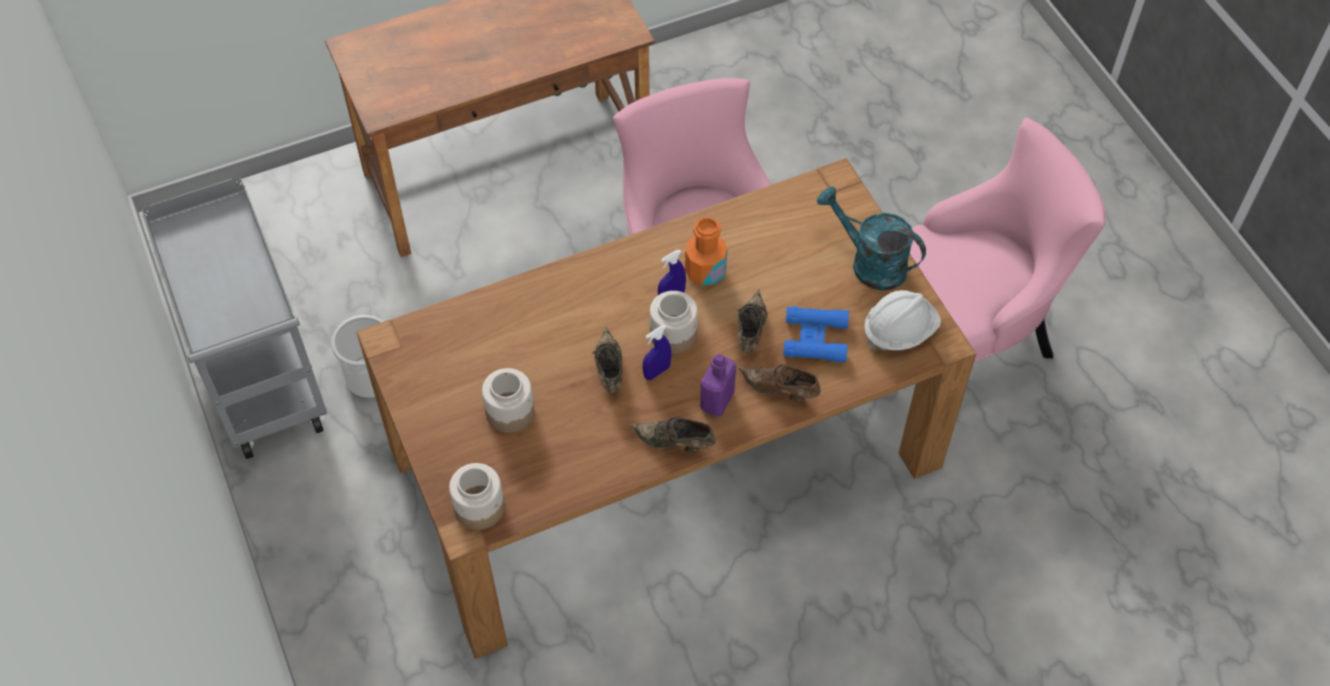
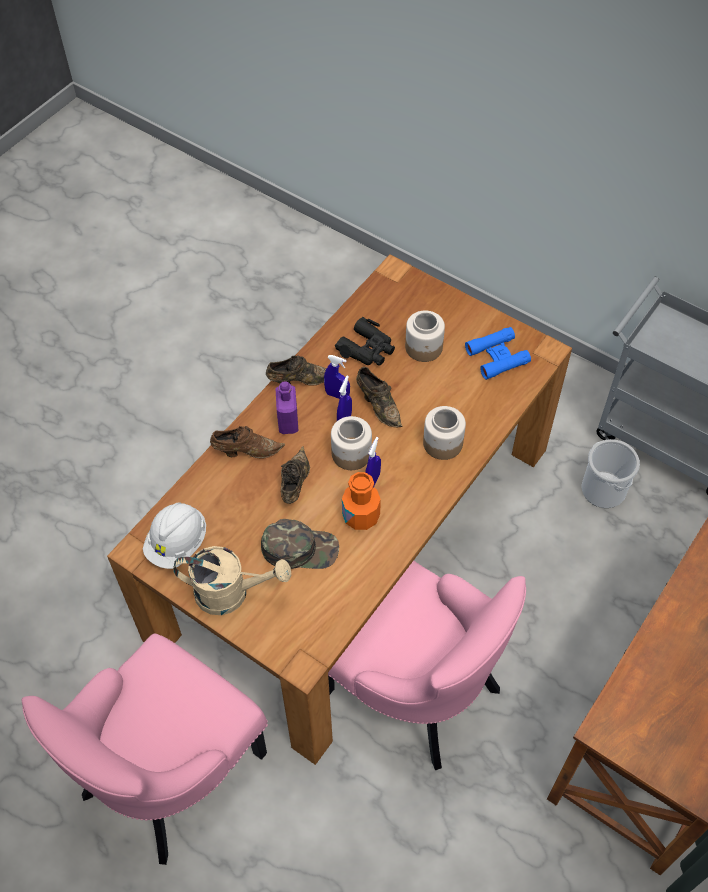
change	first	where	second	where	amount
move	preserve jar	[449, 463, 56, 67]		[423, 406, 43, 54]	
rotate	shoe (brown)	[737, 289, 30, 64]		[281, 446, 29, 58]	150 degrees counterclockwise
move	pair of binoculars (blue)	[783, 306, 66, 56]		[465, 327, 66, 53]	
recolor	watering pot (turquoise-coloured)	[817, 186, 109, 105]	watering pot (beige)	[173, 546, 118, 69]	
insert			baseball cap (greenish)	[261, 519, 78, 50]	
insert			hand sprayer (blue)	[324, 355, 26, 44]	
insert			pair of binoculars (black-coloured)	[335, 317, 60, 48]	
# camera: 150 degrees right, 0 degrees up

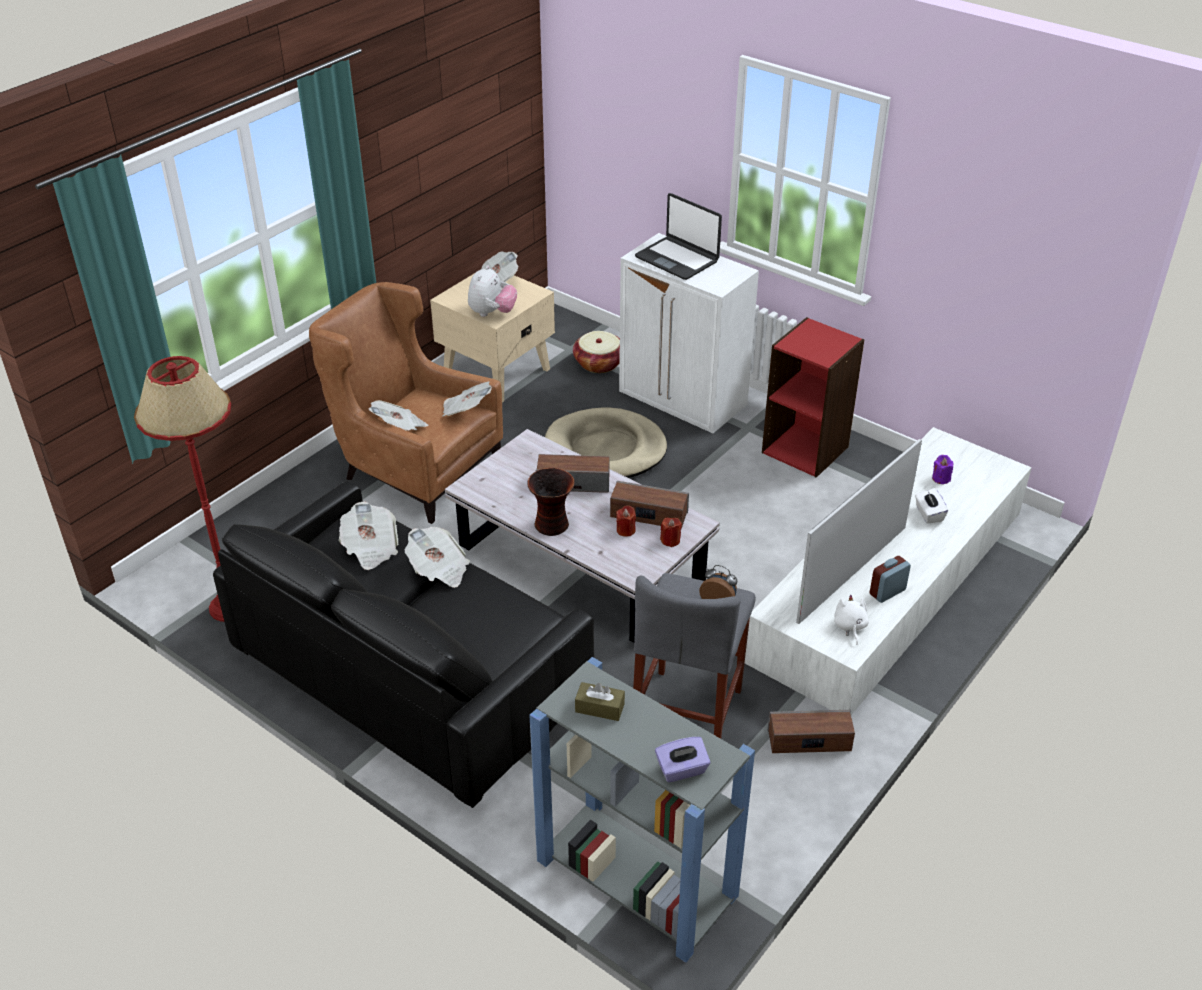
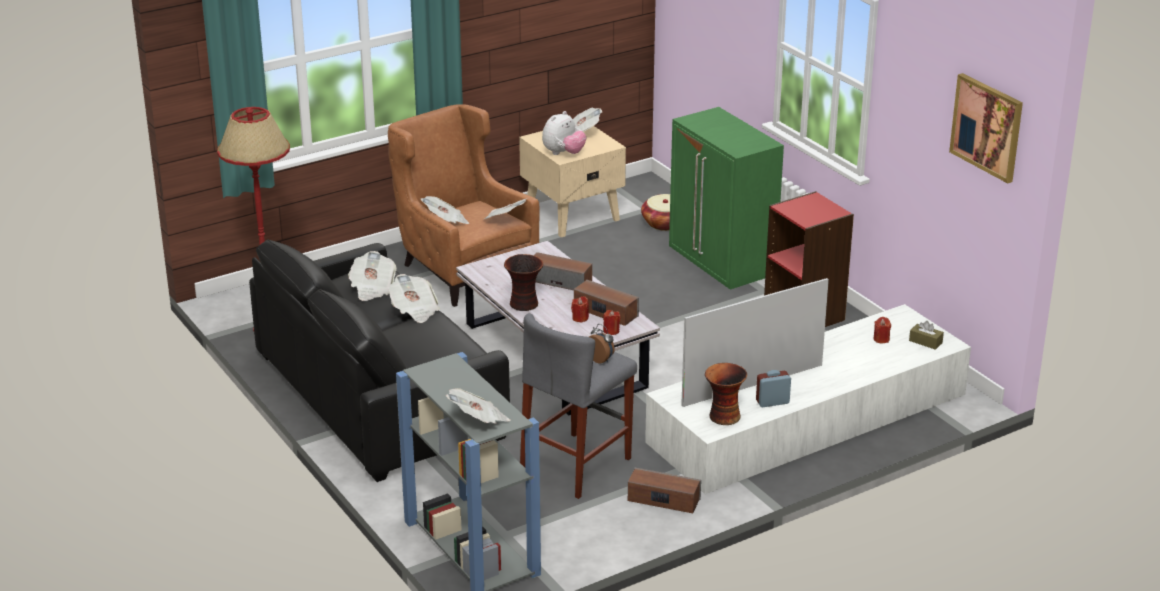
change	first	where	second	where	amount
delete	dog bed (beige)	[545, 407, 122, 71]			
move	box of tissues (brown)	[575, 682, 50, 39]		[909, 321, 35, 29]	
recolor	cabinet (white-coloured)	[619, 233, 140, 200]	cabinet (greenish)	[669, 107, 115, 183]	
delete	portable computer	[635, 193, 87, 87]			
replace	box of tissues (purple-coloured)	[655, 737, 56, 45]	printed paper	[445, 388, 66, 36]	
replace	plush toy (white-coloured)	[834, 594, 35, 50]	vase	[705, 363, 42, 62]	
delete	box of tissues (white-coloured)	[915, 488, 33, 36]			
recolor	wax light (purple-coloured)	[932, 455, 21, 29]	wax light (red)	[873, 317, 18, 26]	
insert			picture	[949, 73, 74, 110]	
# camera: 20 degrees right, 10 degrees down

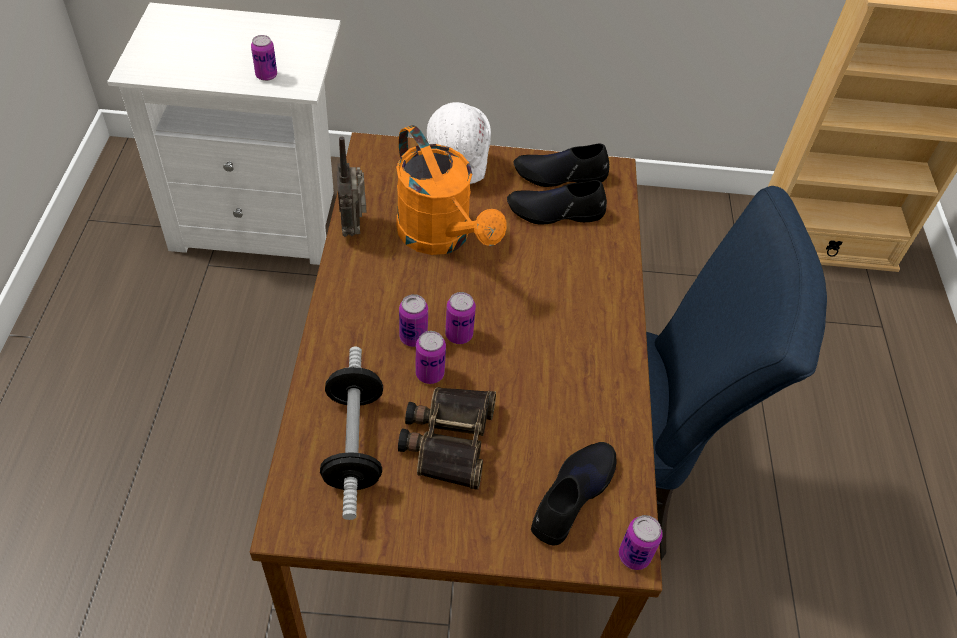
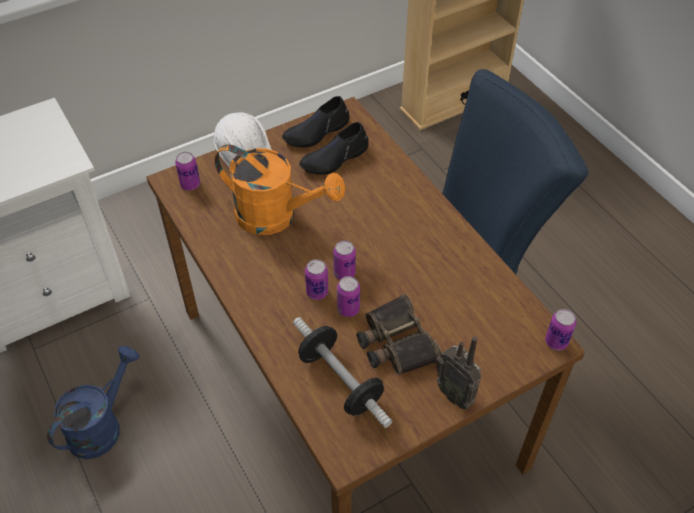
change	first	where	second	where	amount
move	sealed can	[251, 35, 26, 46]		[175, 152, 25, 38]	
move	radio receiver	[337, 137, 29, 100]		[435, 337, 47, 72]	
delete	shoe (black-coloured)	[531, 442, 85, 103]			
insert			watering pot (blue)	[47, 346, 92, 113]	
# camera: 30 degrees left, 0 degrees up

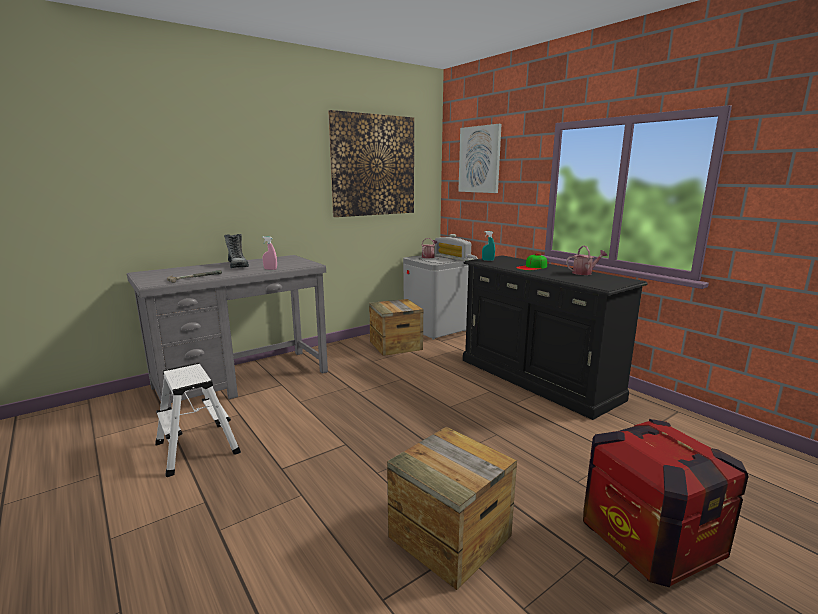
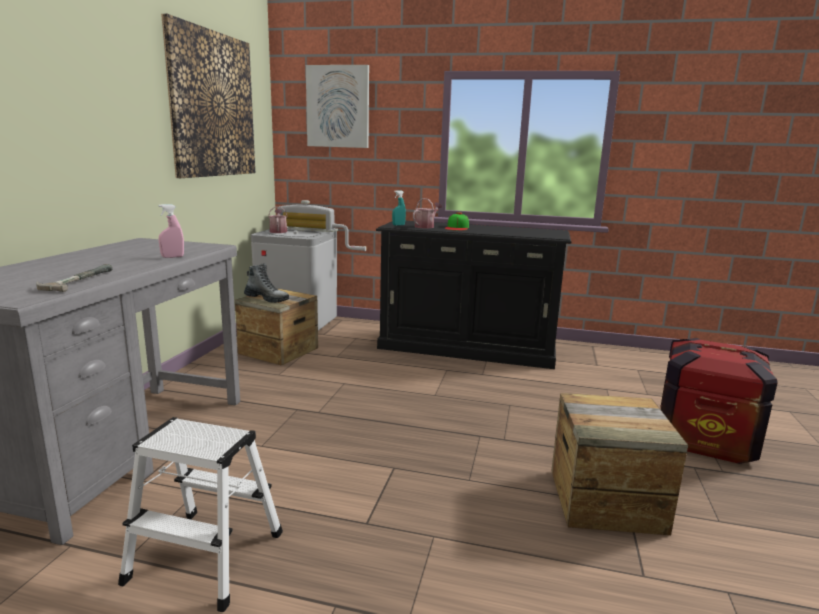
change	first	where	second	where	amount
move	tall boot	[224, 234, 25, 34]		[244, 263, 45, 40]	
move	watering pot	[566, 245, 42, 30]		[413, 198, 29, 31]	
# camera: 40 degrees left, 0 degrees up

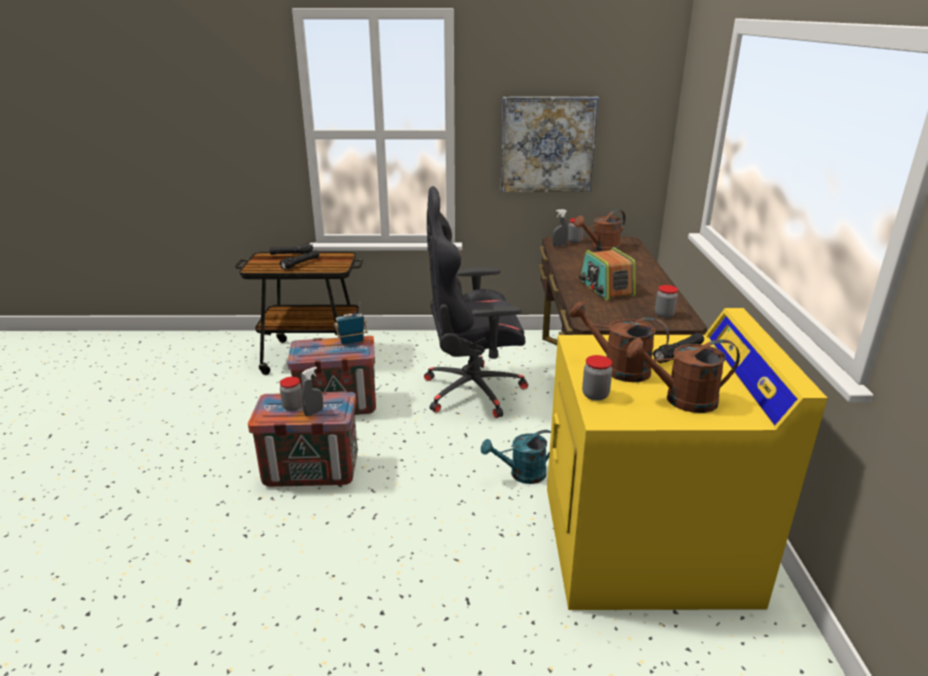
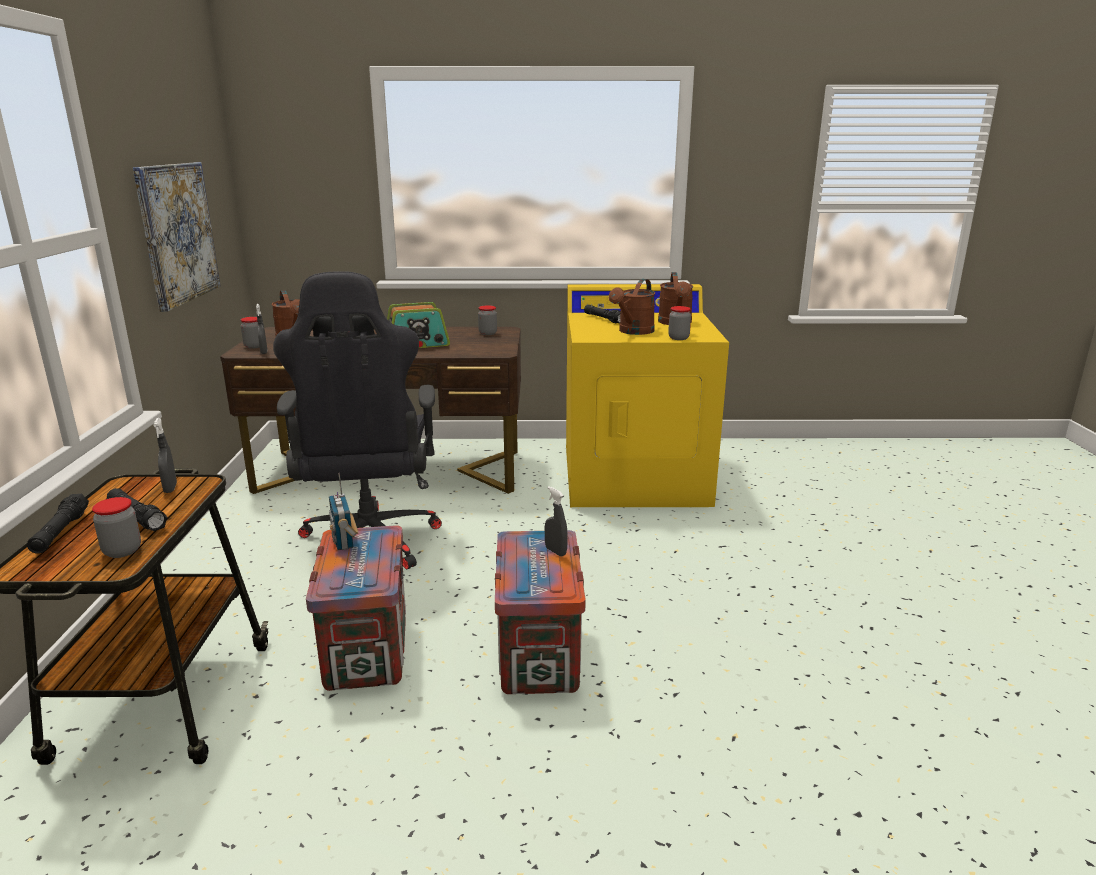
change	first	where	second	where	amount
move	preserve jar	[280, 377, 22, 34]		[92, 497, 49, 61]	
delete	watering pot (turquoise-coloured)	[481, 430, 70, 54]			
insert			hand sprayer (gray)	[153, 418, 24, 75]	
# camera: 90 degrees left, 5 degrees down

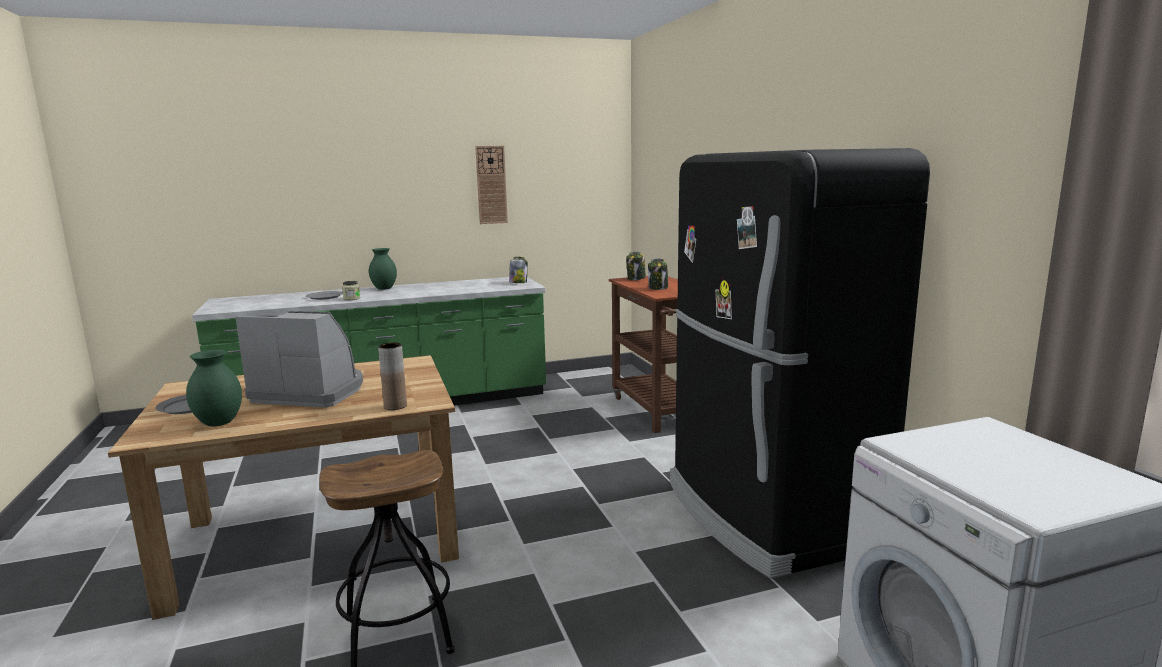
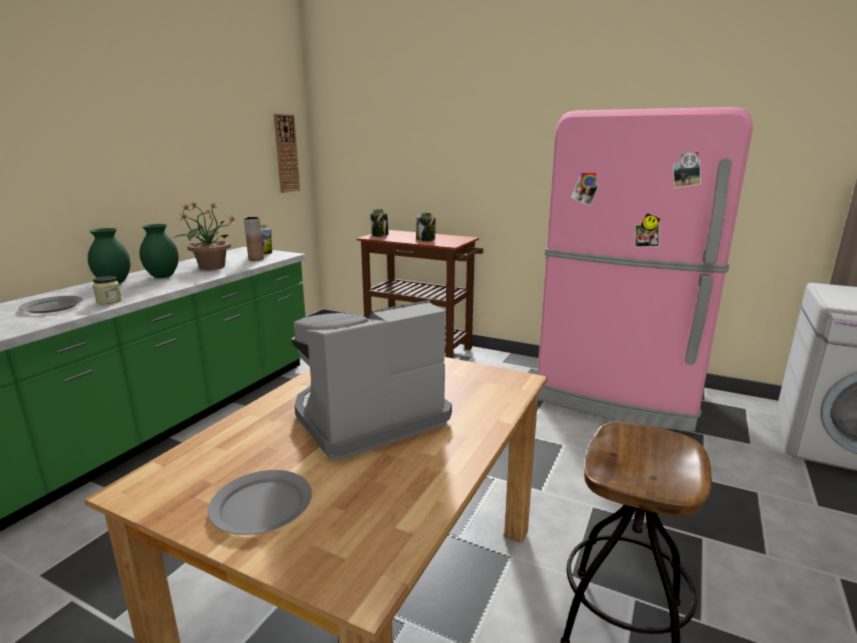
change	first	where	second	where	amount
move	vase (greenish)	[186, 350, 56, 76]		[140, 224, 39, 54]	
move	vase (brown)	[378, 343, 29, 67]		[244, 217, 20, 44]	
move	clock on the wall	[475, 146, 33, 78]		[274, 114, 26, 79]	
recolor	fridge (black-coloured)	[670, 148, 260, 431]	fridge (pinkish)	[538, 107, 215, 325]	
insert			potted plant	[174, 202, 60, 68]	
# camera: 45 degrees left, 5 degrees up

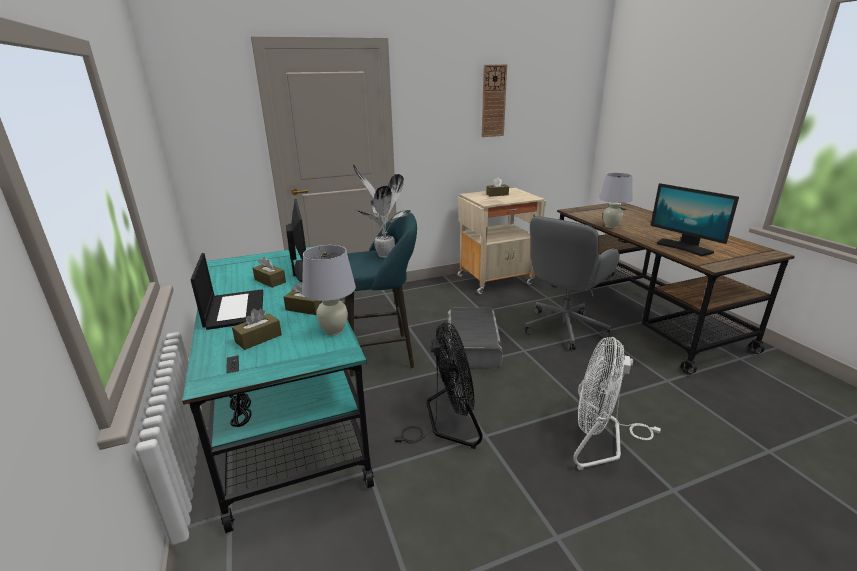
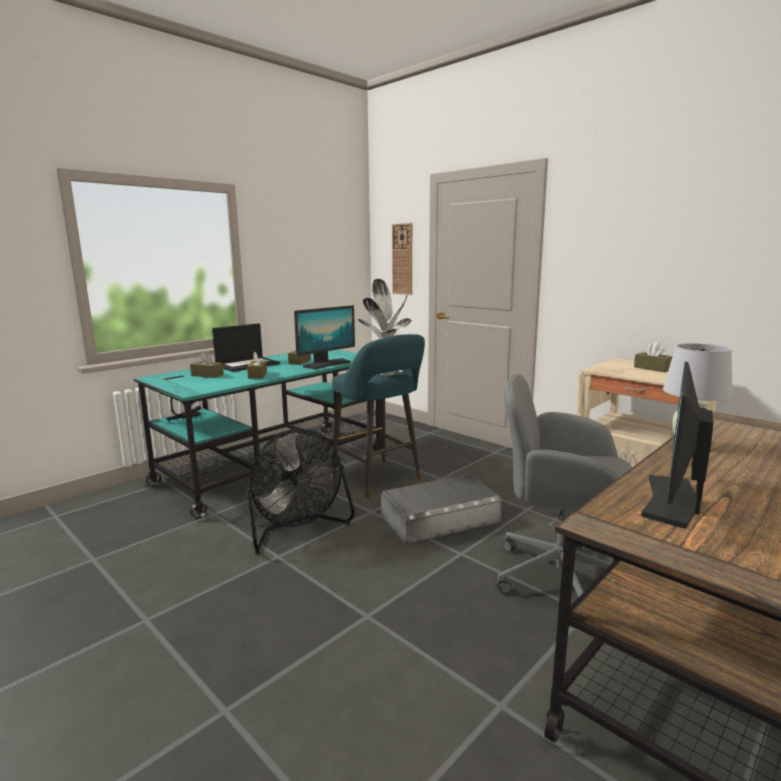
change	first	where	second	where	amount
delete	lamp for a table (white-coloured)	[302, 245, 54, 91]			
move	clock on the wall	[482, 64, 25, 73]		[392, 223, 20, 72]	
delete	cooling fan (white-coloured)	[573, 337, 90, 133]			
# camera: 65 degrees right, 10 degrees down

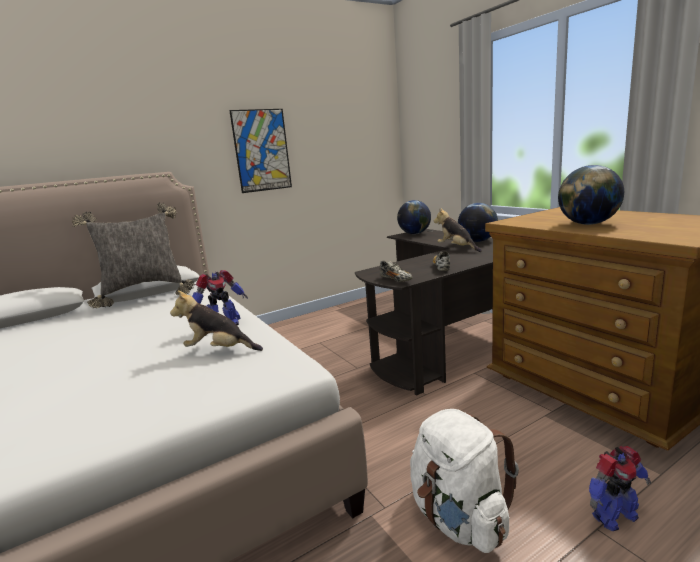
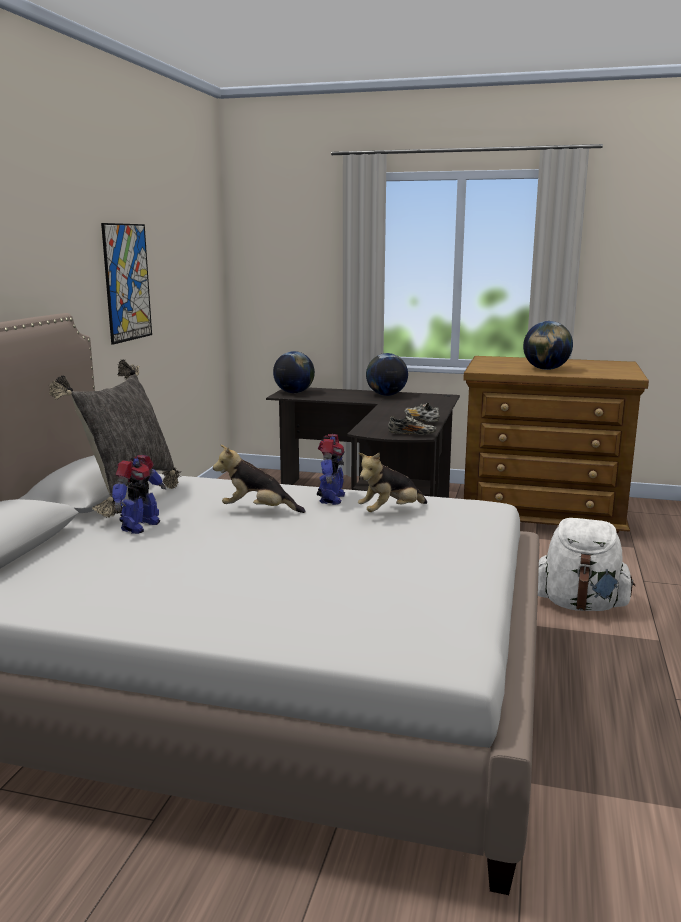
change	first	where	second	where	amount
move	plush toy	[434, 208, 48, 44]		[213, 445, 92, 68]	
move	model robot	[589, 446, 62, 85]		[112, 455, 54, 79]	
# camera: 45 degrees left, 0 degrees up

